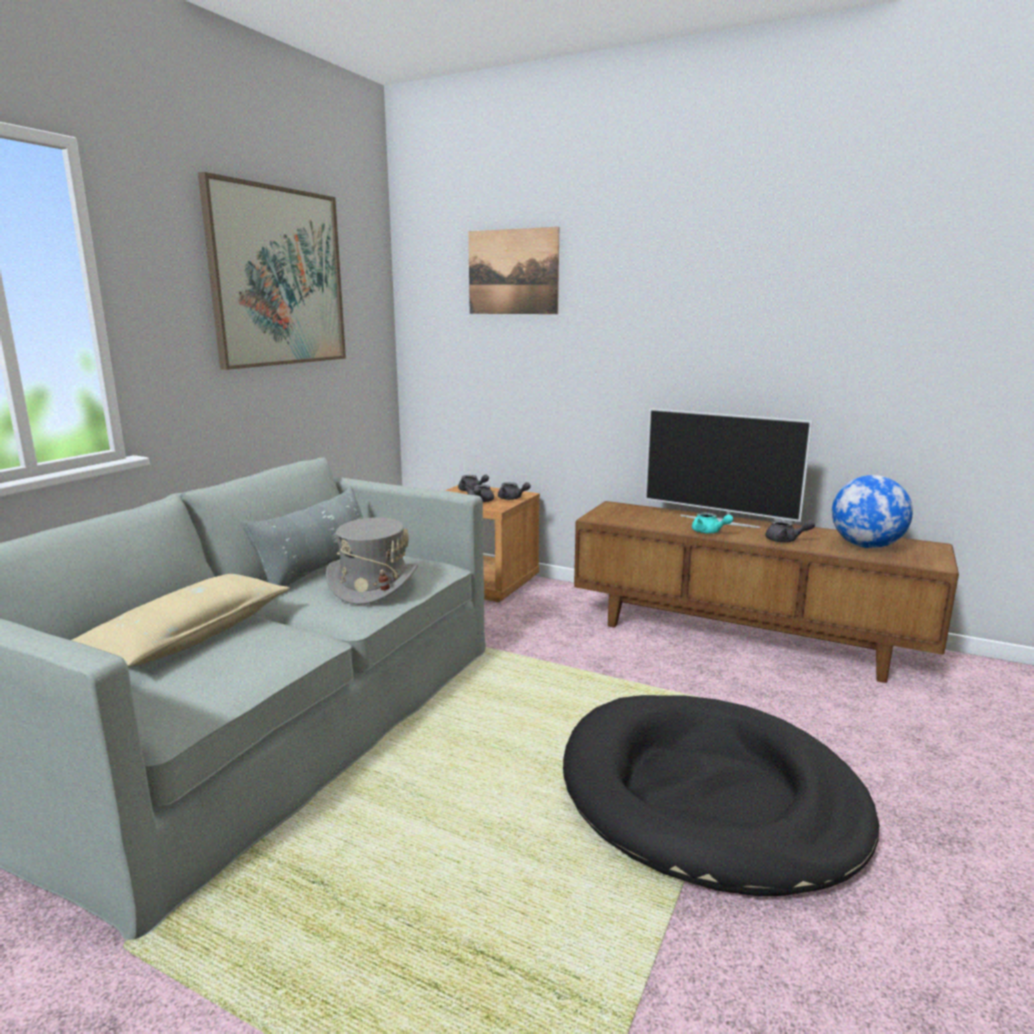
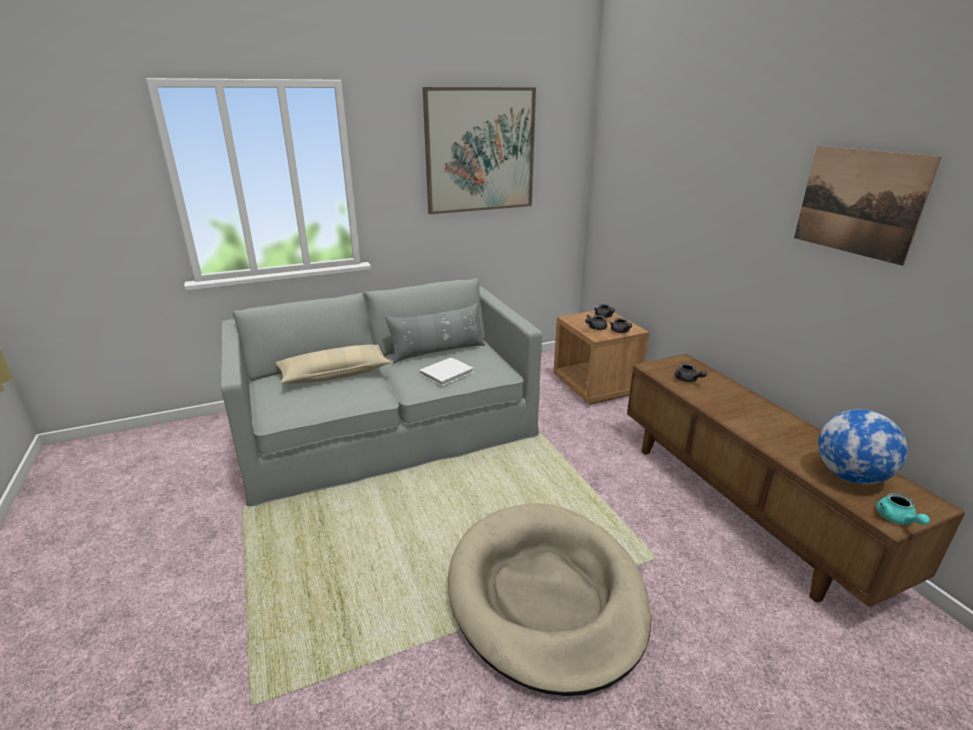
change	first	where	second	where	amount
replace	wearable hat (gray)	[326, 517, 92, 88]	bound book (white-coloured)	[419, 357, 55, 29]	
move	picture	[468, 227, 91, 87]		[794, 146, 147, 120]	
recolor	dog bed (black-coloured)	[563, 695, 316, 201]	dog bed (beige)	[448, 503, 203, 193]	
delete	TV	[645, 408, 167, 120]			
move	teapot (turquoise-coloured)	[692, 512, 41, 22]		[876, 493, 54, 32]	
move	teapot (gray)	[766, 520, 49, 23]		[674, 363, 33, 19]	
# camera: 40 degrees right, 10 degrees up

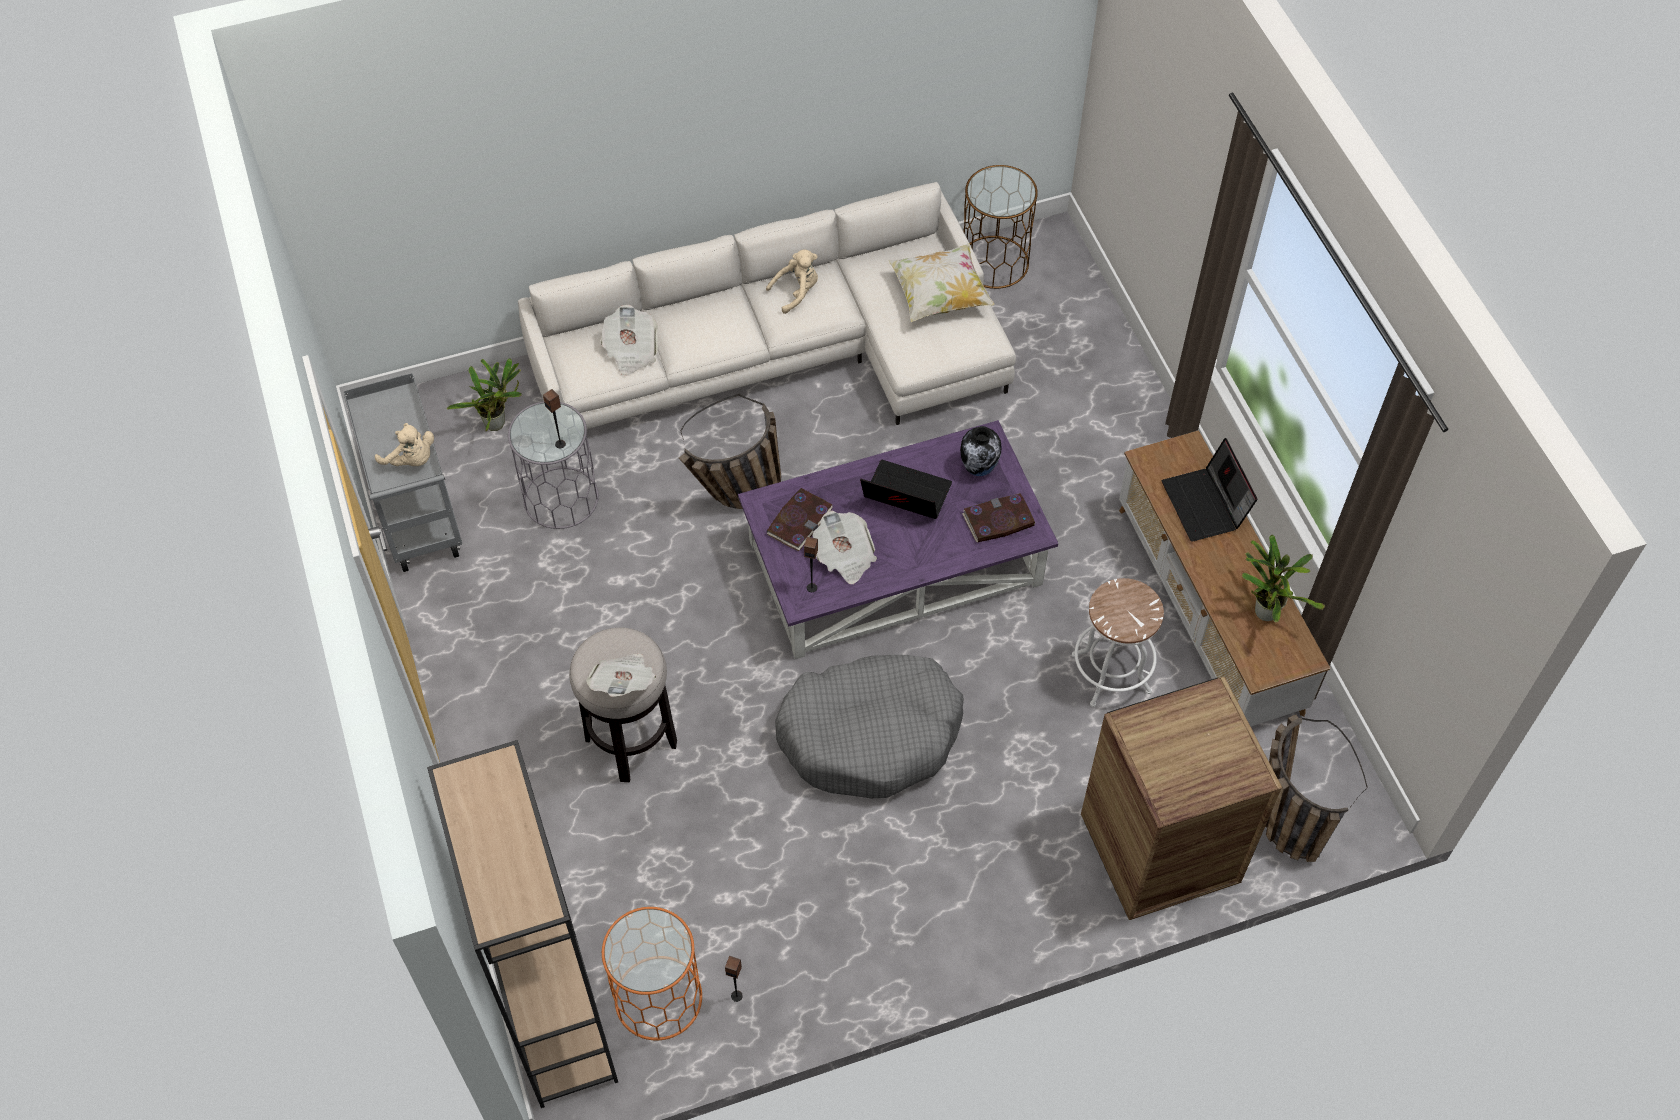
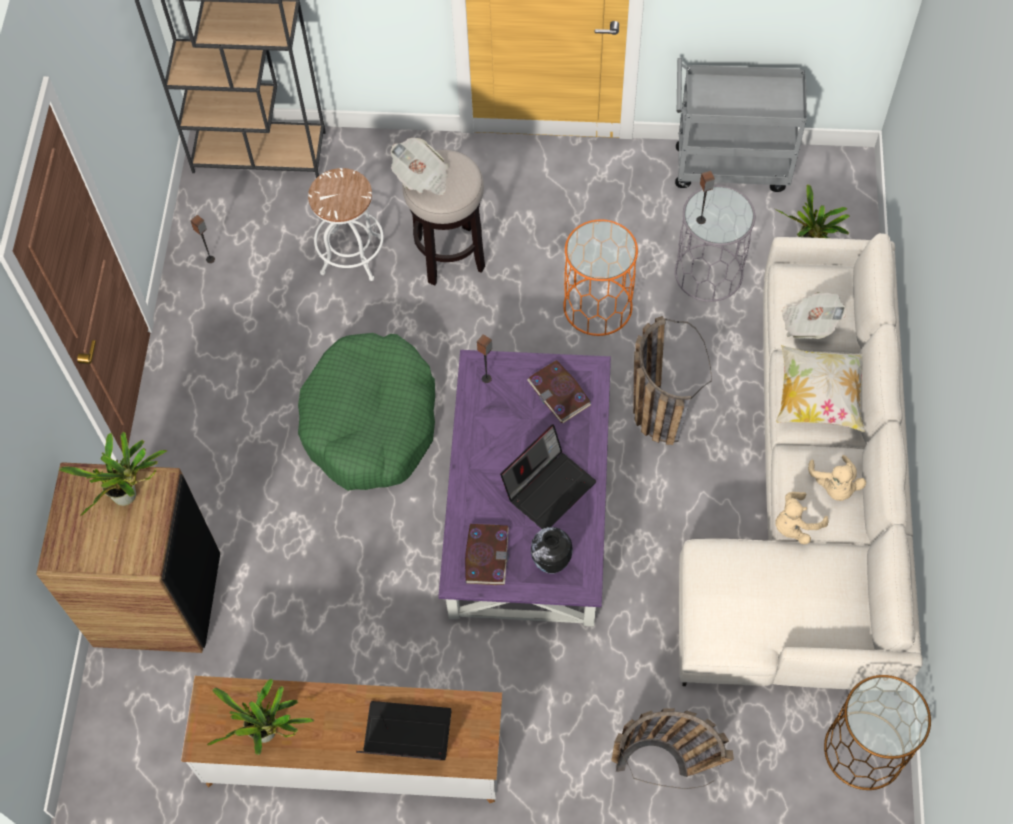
change	first	where	second	where	amount
move	plush toy (beige)	[375, 423, 59, 43]		[775, 492, 54, 52]	
move	accent table (orange)	[602, 907, 100, 133]		[563, 219, 75, 117]	
recolor	dog bed (gray)	[775, 655, 189, 143]	dog bed (greenish)	[298, 333, 137, 158]	
delete	printed paper	[813, 510, 64, 74]			
move	cushion	[889, 243, 106, 79]		[776, 345, 89, 87]	
move	sitting stool (white-coloured)	[1072, 578, 92, 129]		[308, 168, 76, 113]	
move	storage basket	[1265, 714, 103, 148]		[611, 709, 123, 80]	
insert			potted plant	[59, 432, 109, 84]	
# camera: 115 degrees right, 5 degrees up

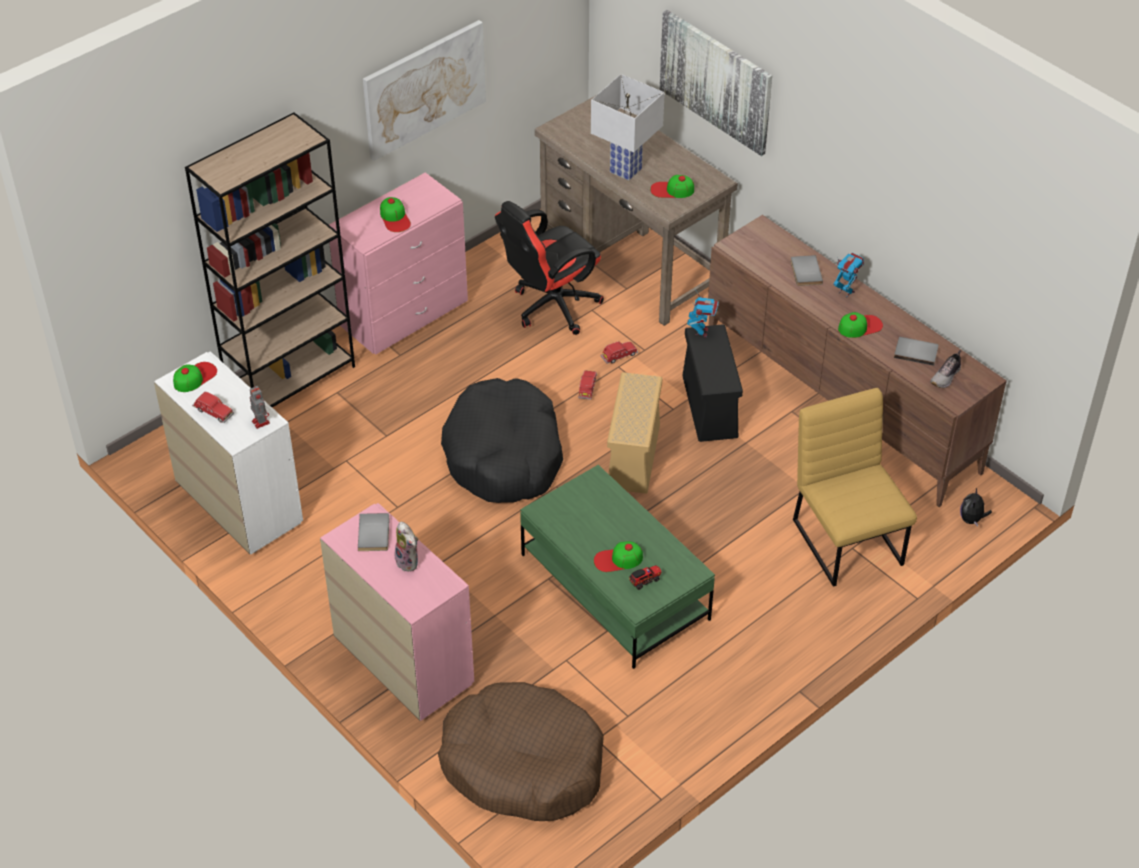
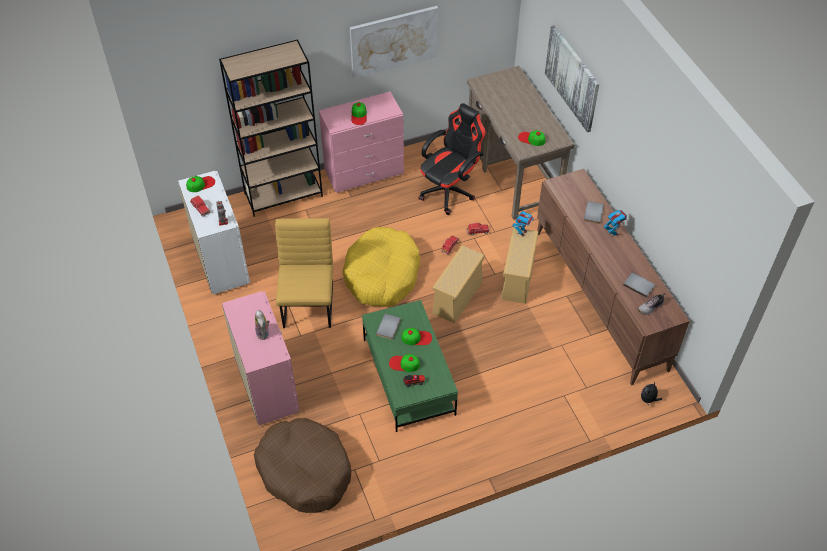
change	first	where	second	where	amount
move	bound book (gray)	[358, 513, 32, 38]		[376, 314, 25, 26]	
recolor	dog bed (black-coloured)	[441, 378, 122, 125]	dog bed (yellowish)	[343, 227, 78, 80]	
rotate	desk chair (black-coloured)	[495, 201, 109, 134]		[419, 103, 66, 112]	150 degrees clockwise
delete	lamp for a table (white-coloured)	[591, 74, 74, 107]			
recolor	storage container (black-coloured)	[682, 324, 61, 118]	storage container (beige)	[501, 227, 37, 77]	
move	upright chair (yellowish)	[793, 388, 124, 199]		[275, 218, 58, 110]	
move	baseball cap	[838, 312, 45, 26]		[401, 328, 31, 17]	
# camera: 20 degrees right, 5 degrees up

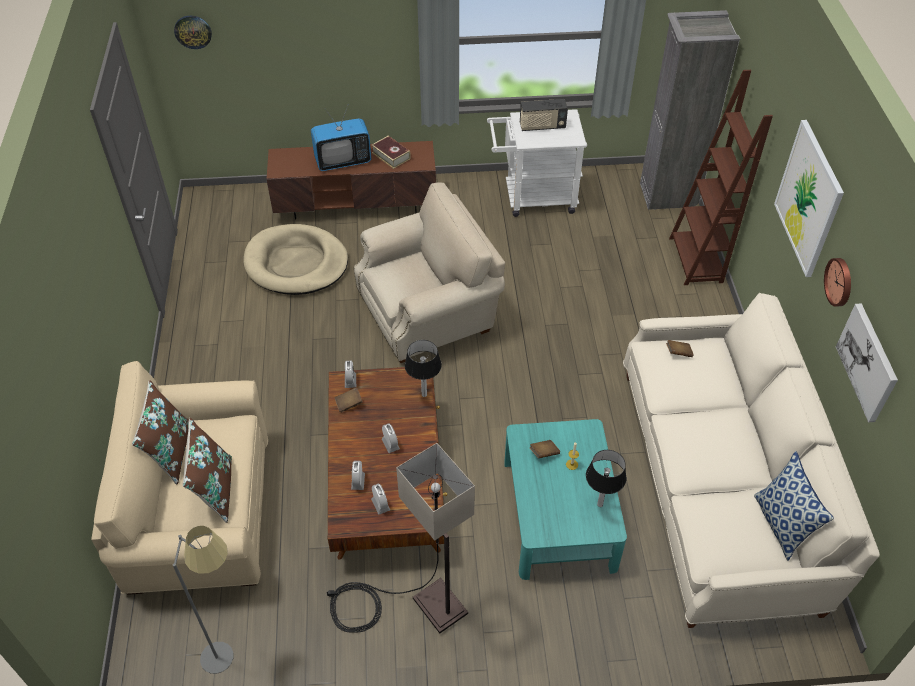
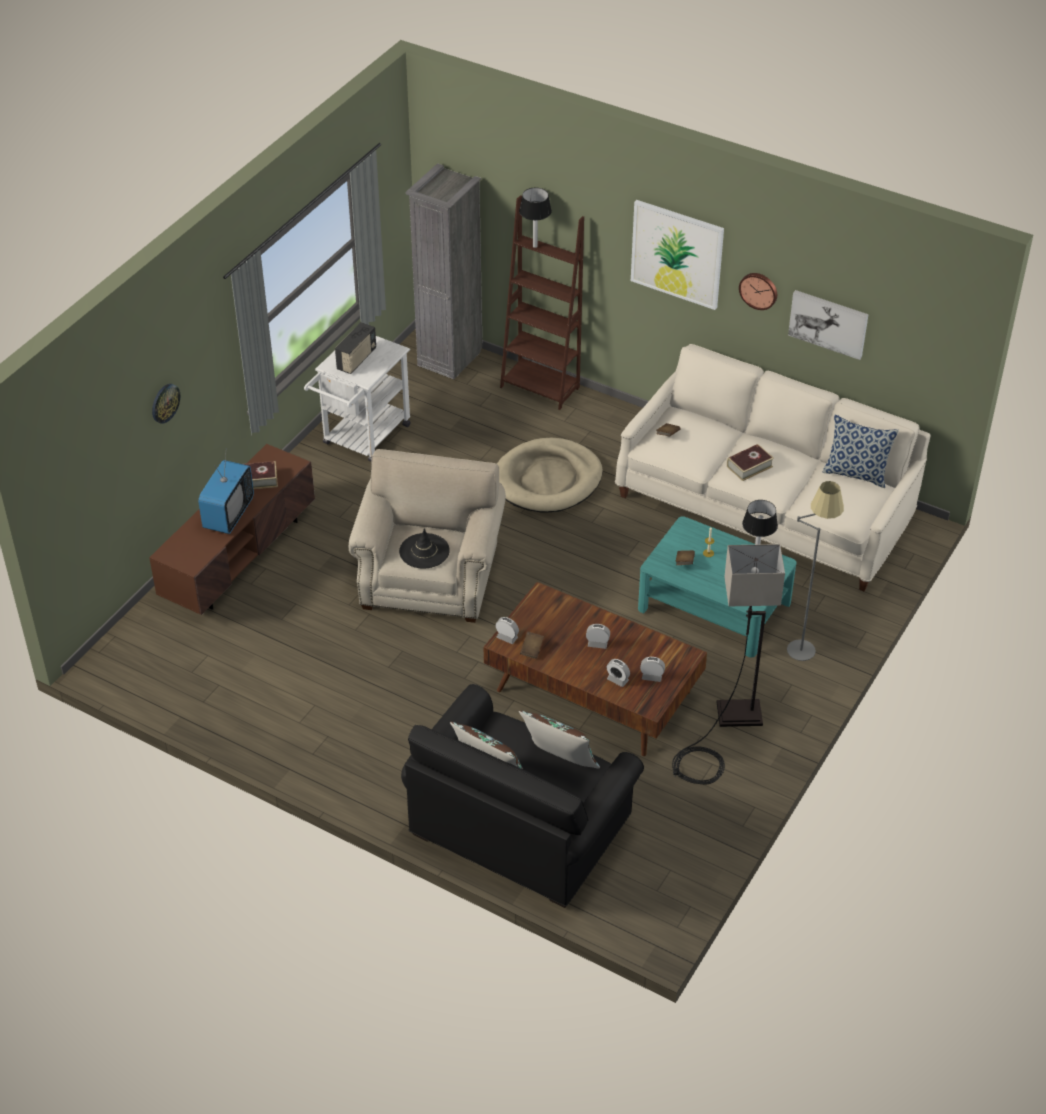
change	first	where	second	where	amount
recolor	couch (beige)	[91, 361, 177, 234]	couch (black-coloured)	[401, 684, 243, 224]	
move	standard lamp (gray)	[173, 526, 60, 148]		[787, 481, 57, 180]	
move	clock on the wall	[174, 16, 38, 33]		[152, 384, 28, 40]	
move	dog bed (beige)	[243, 224, 105, 71]		[497, 438, 106, 74]	
move	lamp for a table	[405, 340, 37, 57]		[519, 188, 33, 60]	
insert			wearable hat (black-coloured)	[399, 528, 51, 40]	
insert			bound book	[727, 444, 47, 37]	
# camera: 55 degrees left, 5 degrees down

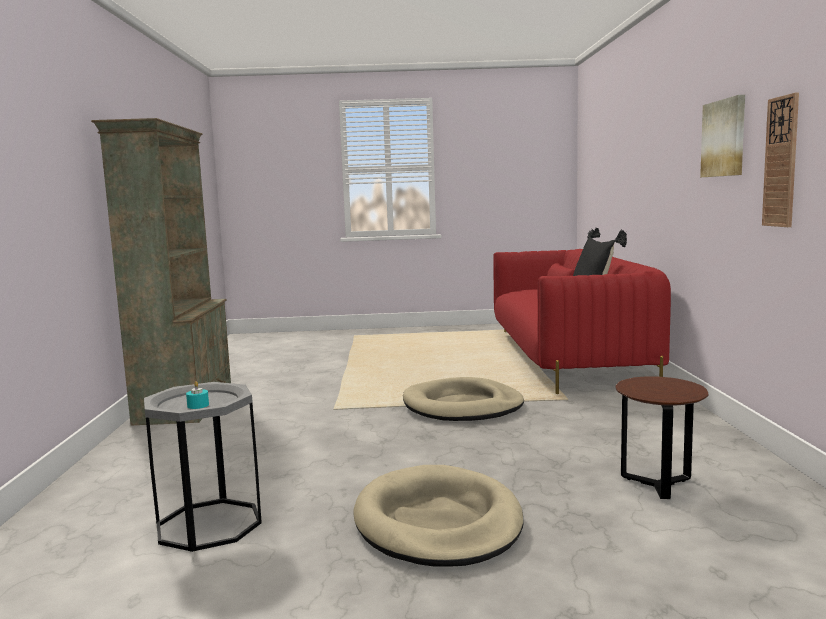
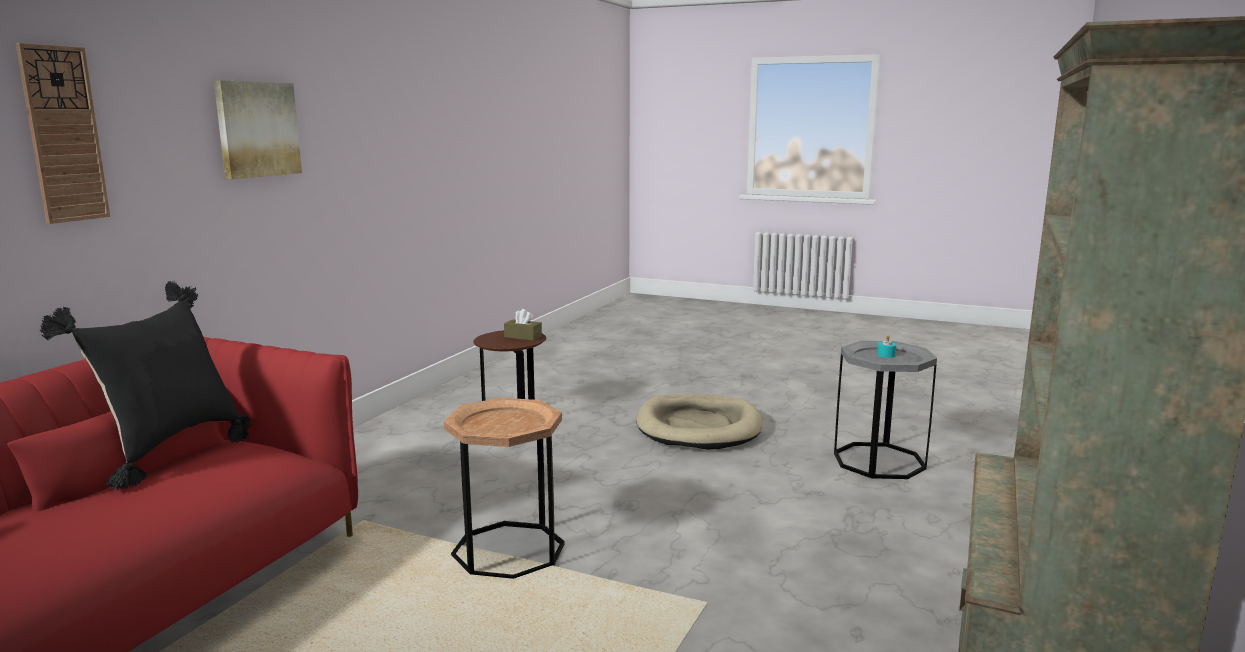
change	first	where	second	where	amount
replace	dog bed (beige)	[403, 377, 121, 44]	accent table (brown)	[444, 398, 121, 181]	
move	clock on the wall	[762, 93, 37, 134]		[16, 43, 94, 181]	
insert			box of tissues (brown)	[504, 309, 38, 32]	
# camera: 155 degrees left, 5 degrees up

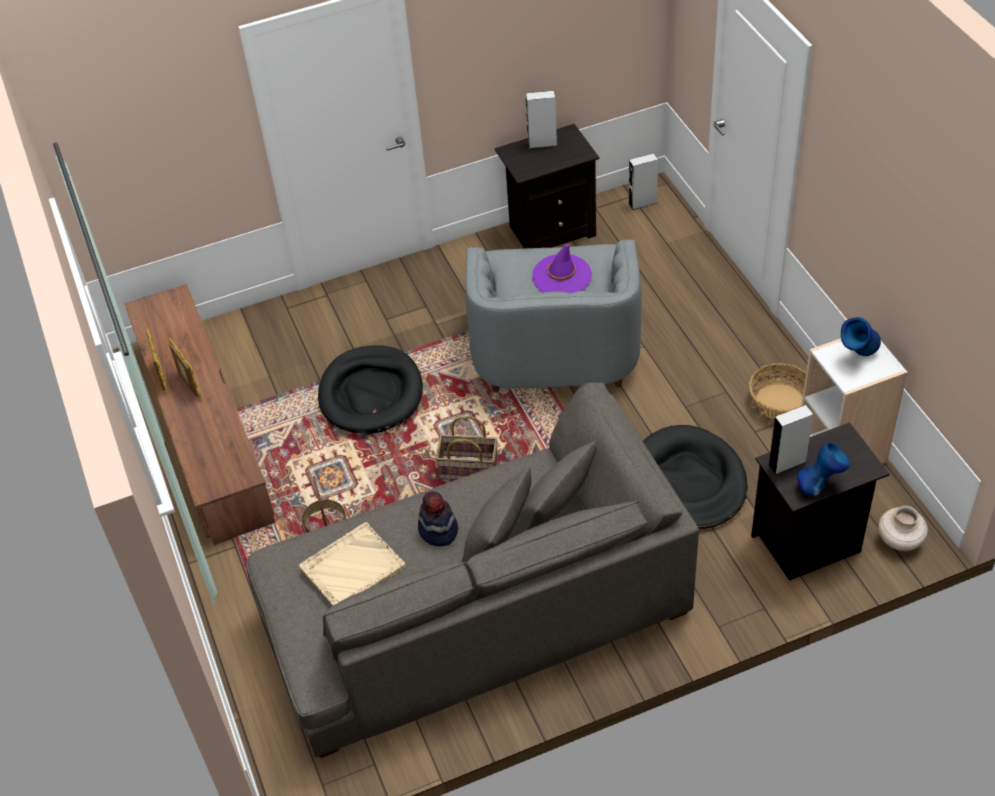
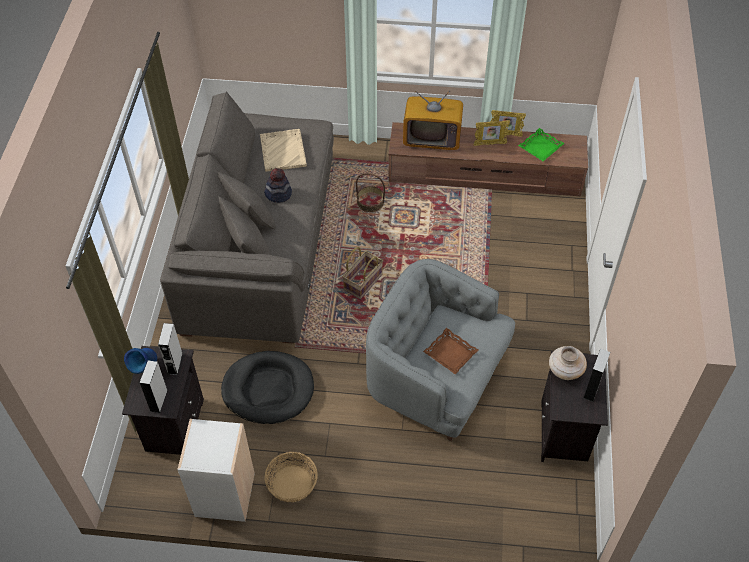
change	first	where	second	where	amount
delete	dog bed (black-coloured)	[318, 346, 105, 88]			
replace	wearable hat (purple-coloured)	[532, 244, 60, 49]	serving tray (brown)	[423, 328, 55, 47]	
move	speaker (gray)	[628, 153, 30, 57]		[140, 360, 28, 53]	
delete	vase (blue)	[841, 317, 40, 39]			
move	vase (beige)	[878, 506, 50, 45]		[549, 346, 38, 34]	
insert			TV	[403, 90, 60, 60]	
insert			serving tray (greenish)	[518, 128, 47, 33]	
# camera: 115 degrees right, 5 degrees up

